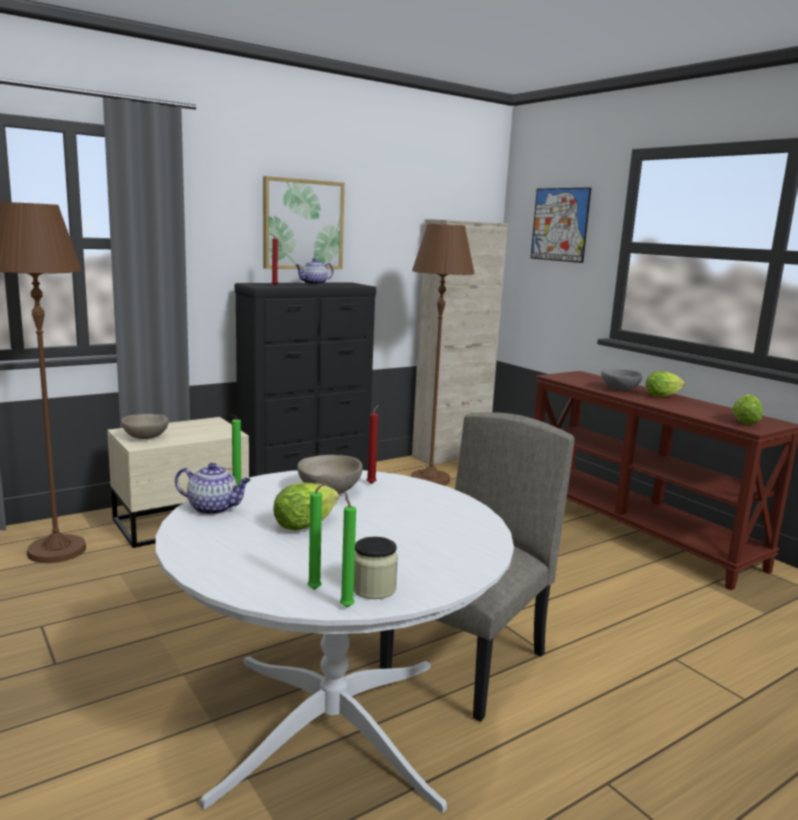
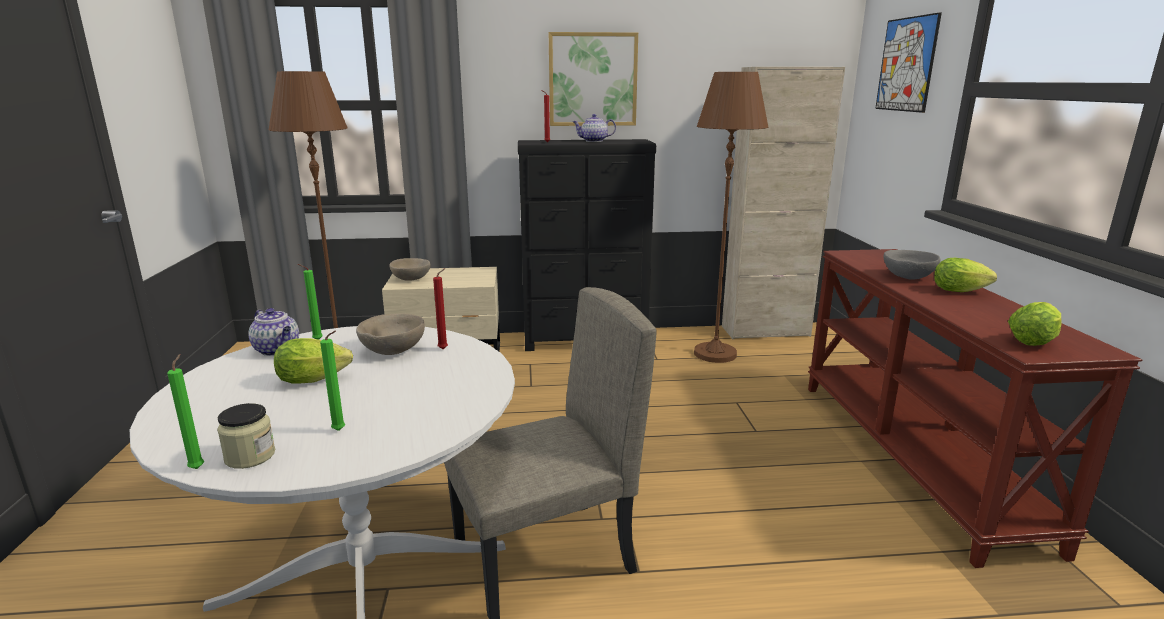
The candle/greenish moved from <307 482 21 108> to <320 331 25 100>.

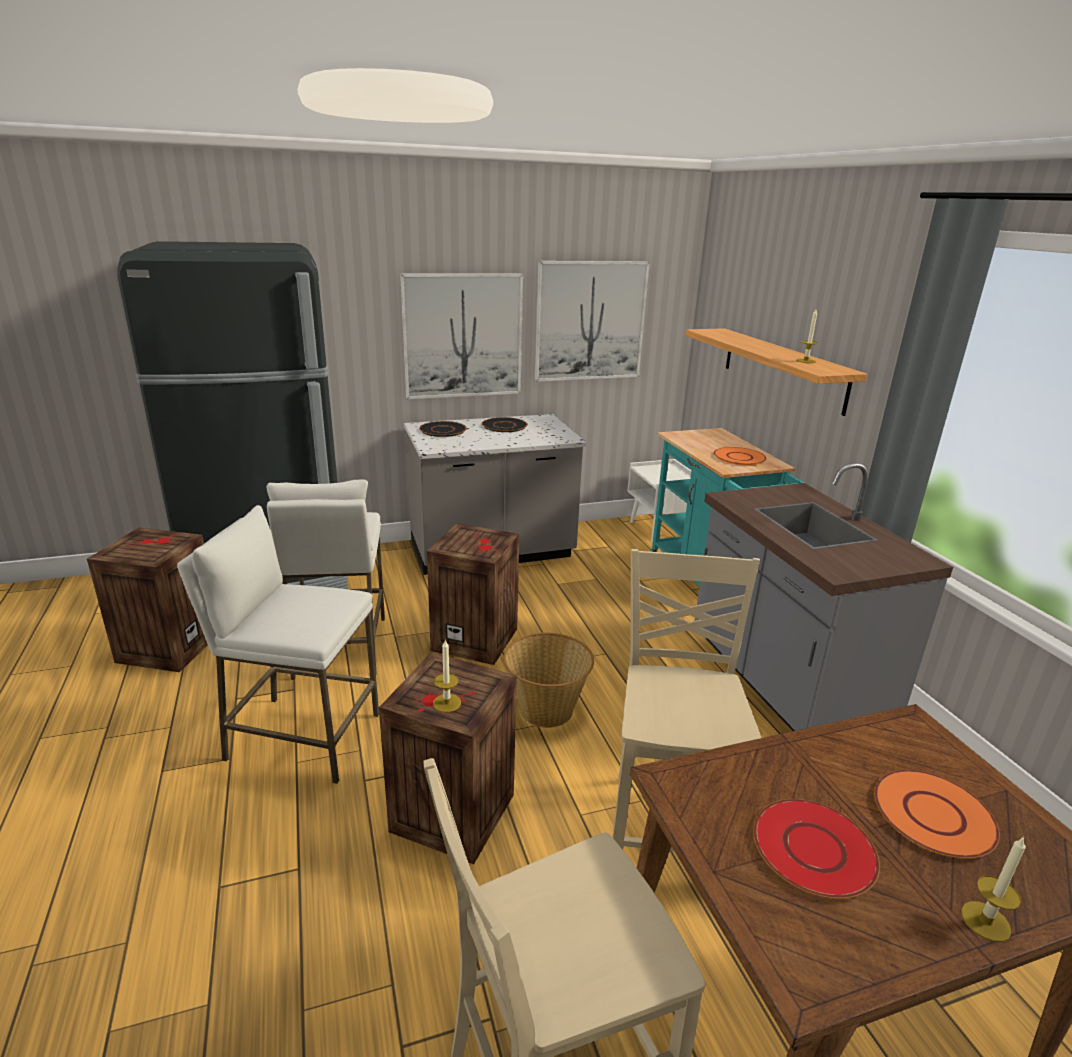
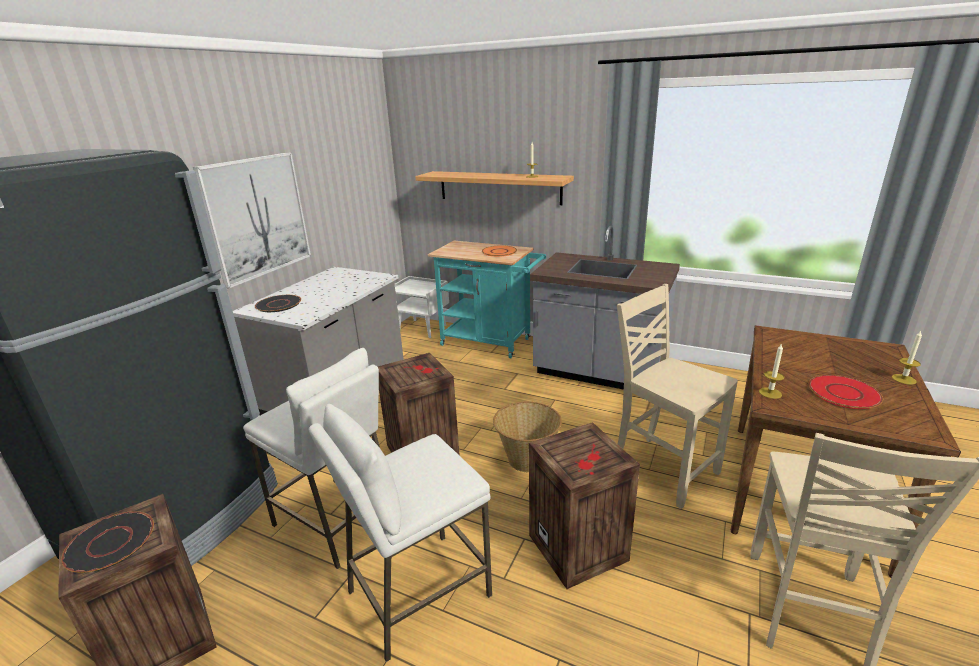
The wall picture at <535 261 115 121> disappeared.
The plate/blackish moved from <482 417 46 15> to <61 511 93 62>.
The candle moved from <433 640 28 73> to <759 343 25 56>.
The plate/orangey at <874 770 126 89> disappeared.

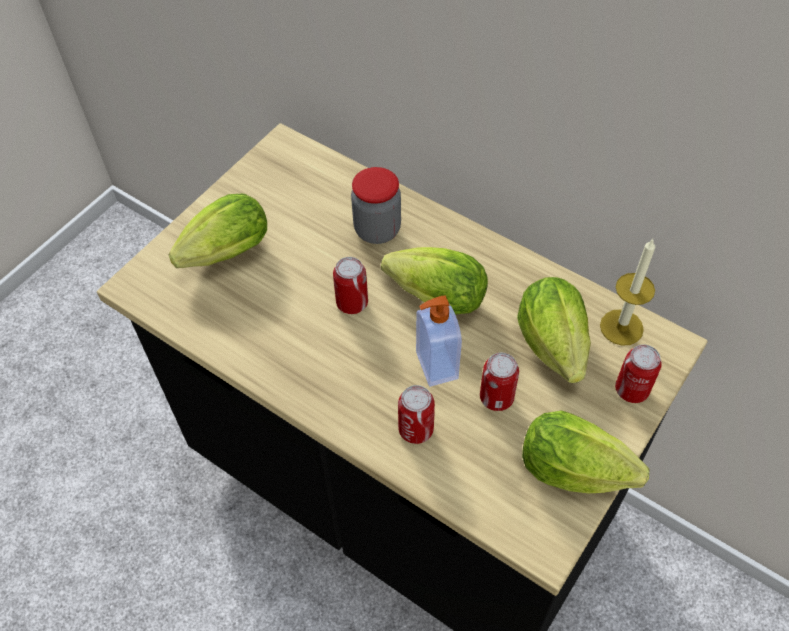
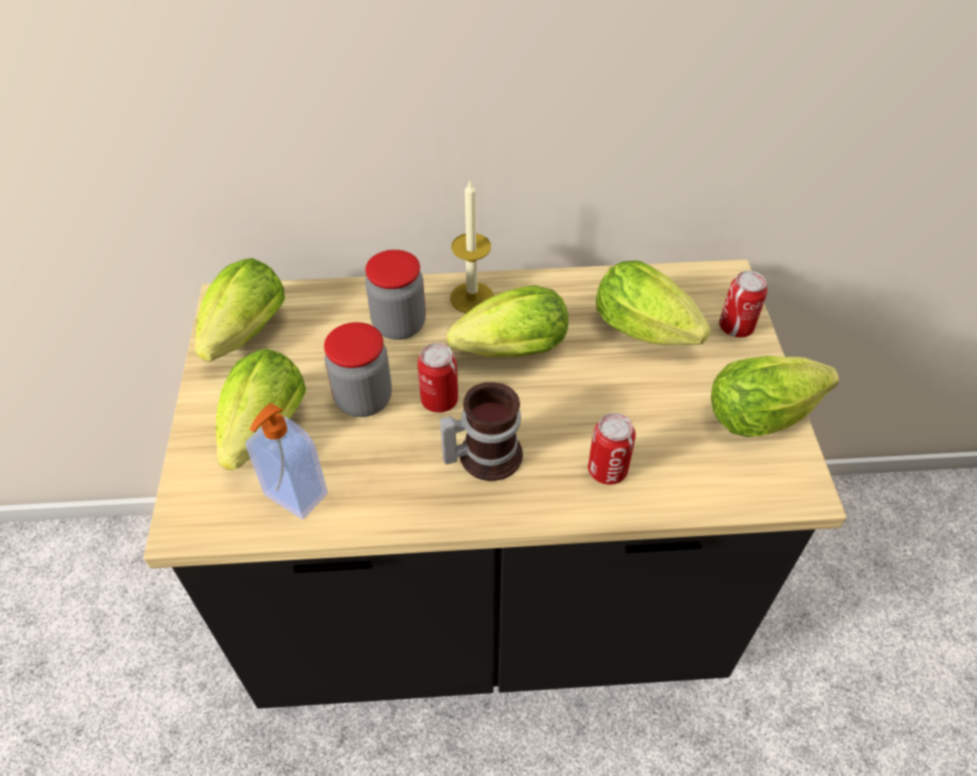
The candle moved from <600 239 55 107> to <450 179 44 134>.
The liquid soap bottle moved from <416 295 46 92> to <246 403 82 116>.
The can at <480 353 39 58> disappeared.
The lettuce head at <195 258 90 104> appeared.
The jar at <324 322 68 95> appeared.
The mug at <440 382 83 99> appeared.

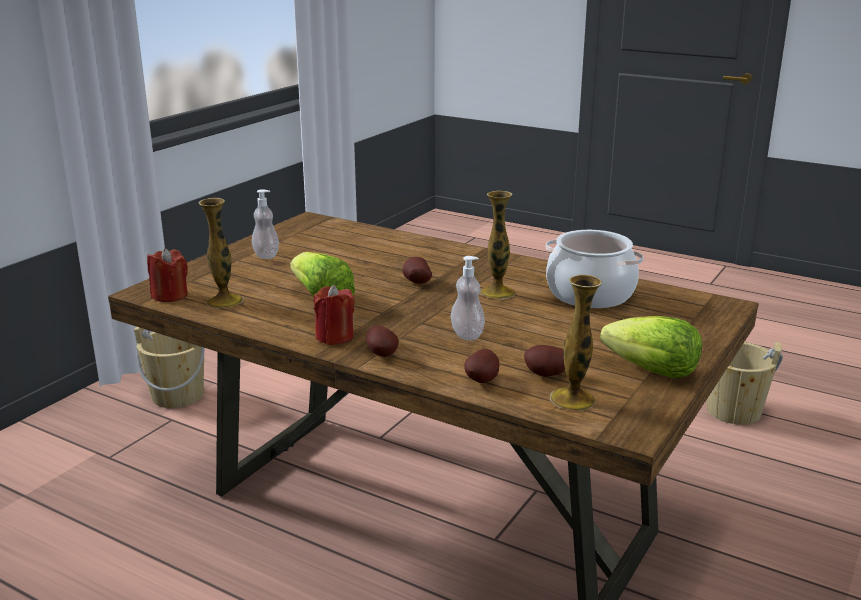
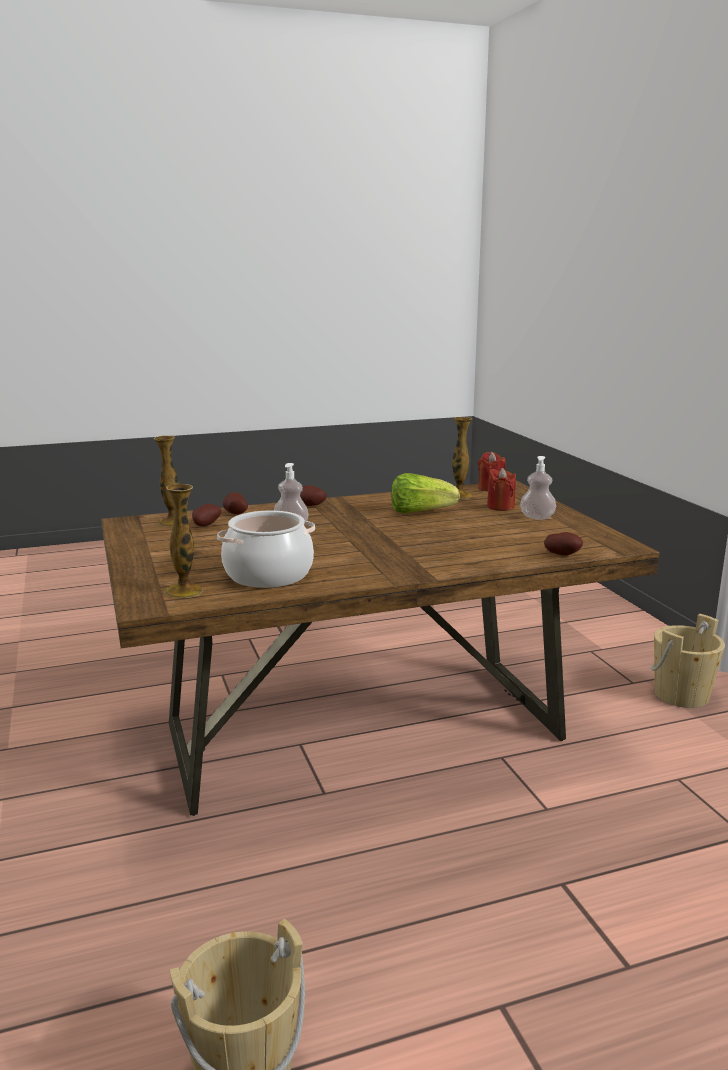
The decorative vase moved from <480 191 36 108> to <164 484 39 114>.
The spud moved from <402 257 30 27> to <544 532 39 24>.
The candle/red-coloured moved from <314 285 41 60> to <487 468 29 43>.
The lettuce head at <600 316 102 62> disappeared.

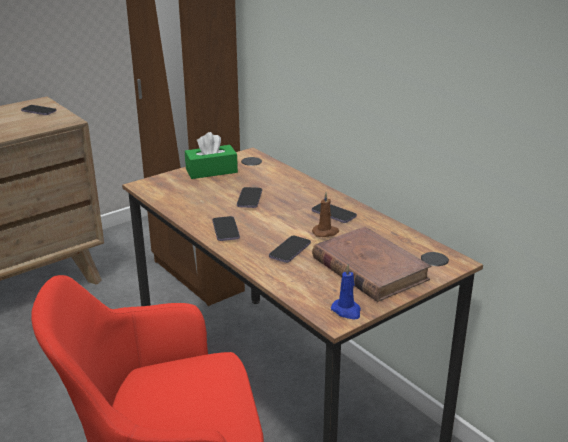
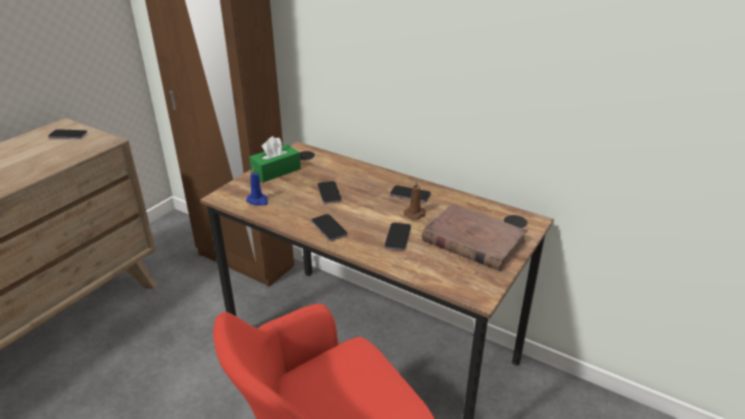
The candle/blue-coloured moved from <331 264 30 56> to <246 167 22 39>.

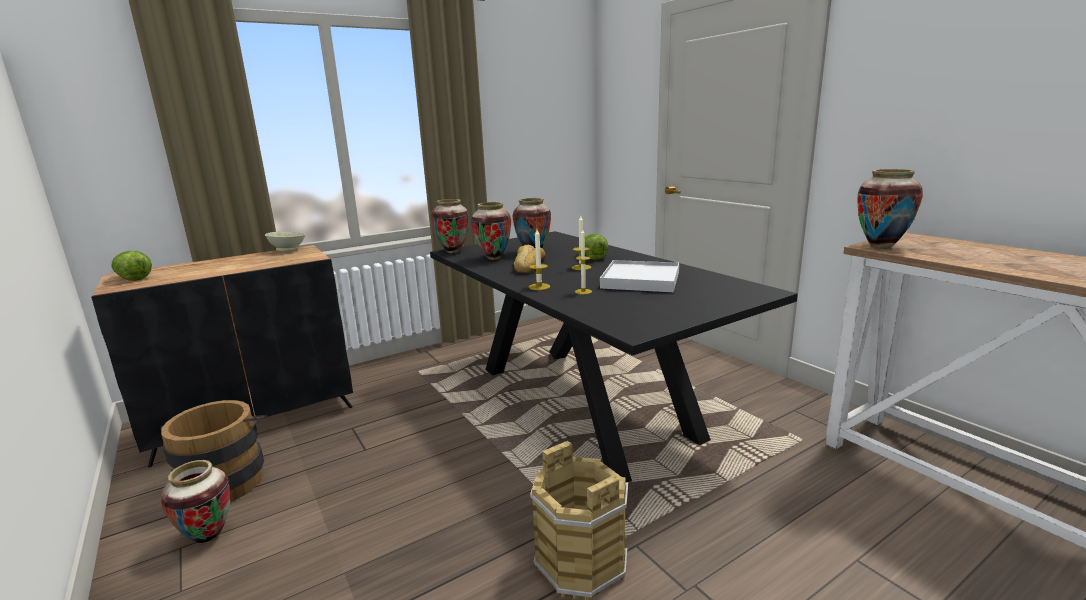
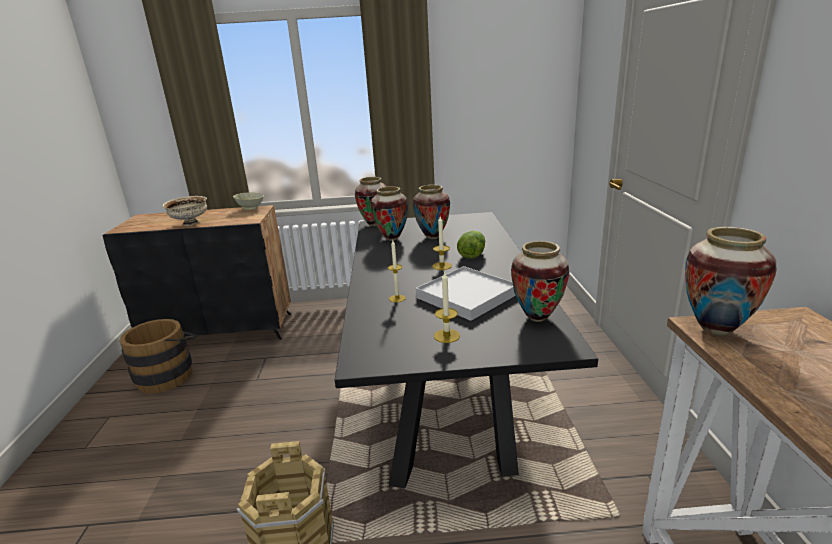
The candle moved from <529 229 21 61> to <434 271 26 72>.
The bakery bread at <514 245 32 28> disappeared.
The lettuce head at <111 251 41 30> disappeared.
The decorative vase moved from <161 460 69 84> to <511 241 58 81>.
The deep dish/beige at <163 196 44 30> appeared.

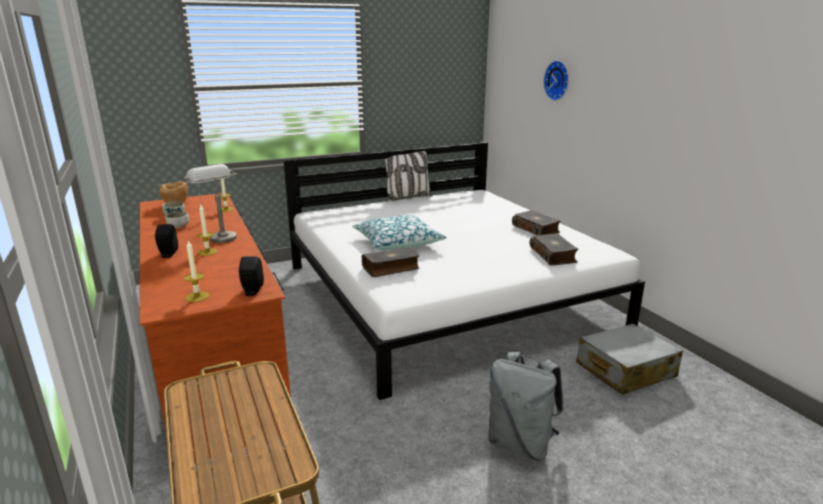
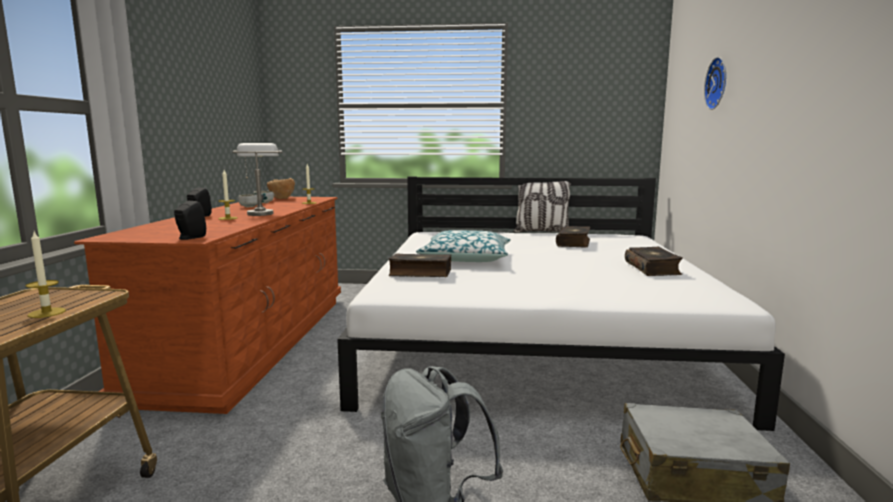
The bound book moved from <530 233 48 33> to <556 226 34 21>.
The candle moved from <184 241 25 61> to <26 232 40 86>.

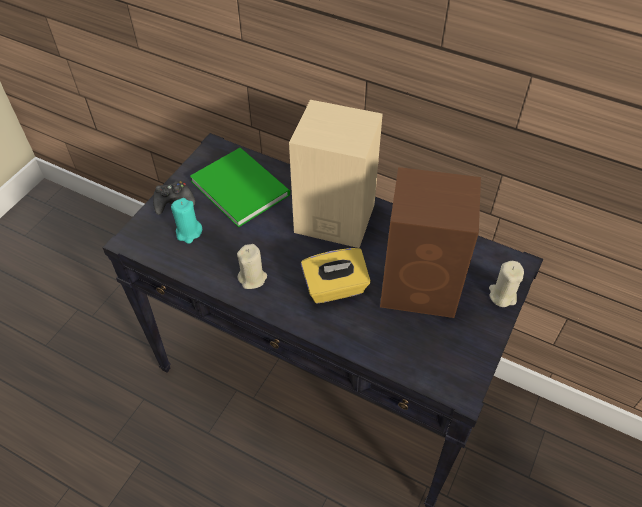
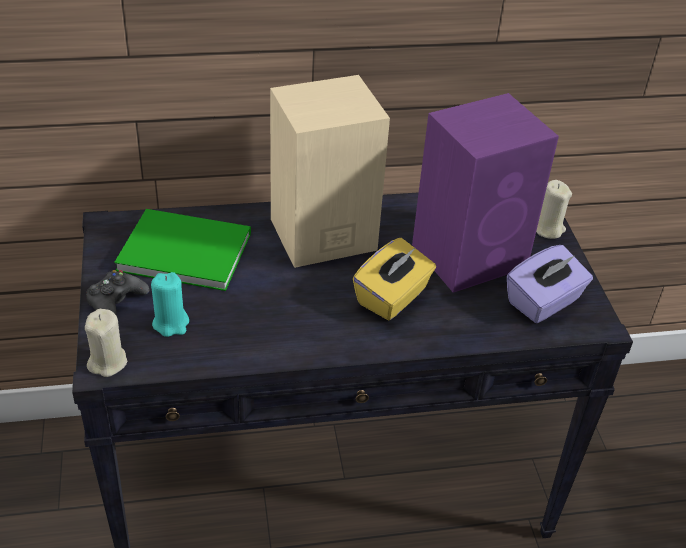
The audio speaker/brown-coloured at <380 167 101 151> became the audio speaker/purple at <412 93 147 200>.
The candle/beige moved from <237 244 30 45> to <85 309 42 68>.
The tissue holder/purple at <507 245 86 78> appeared.

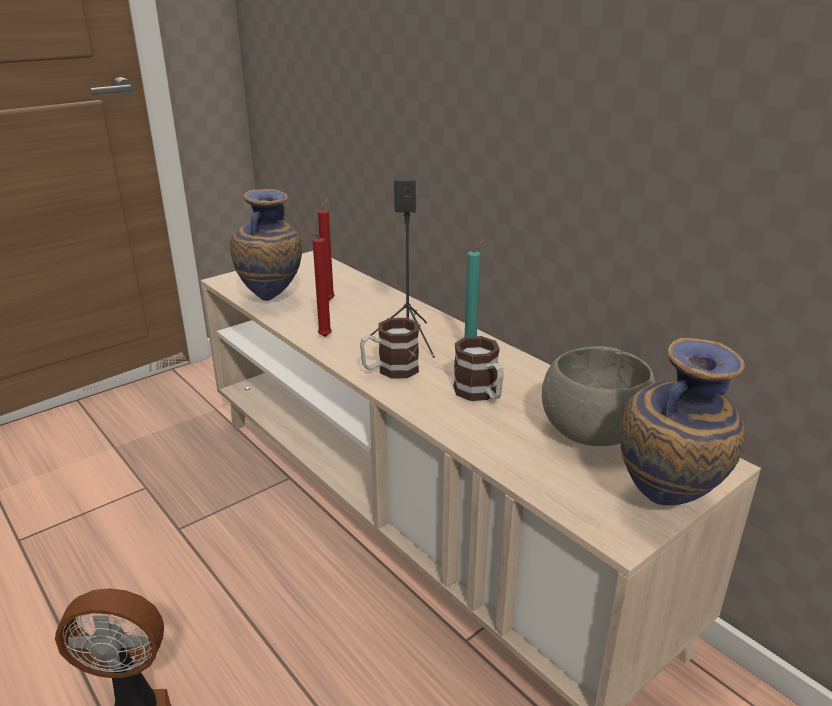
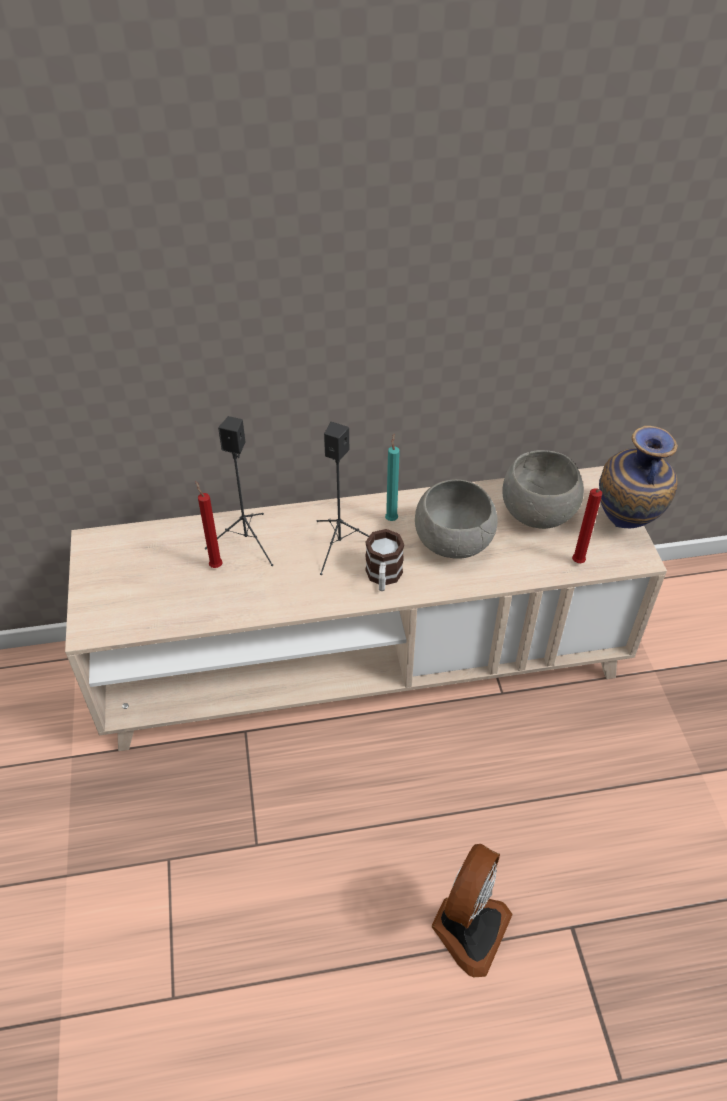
The decorative vase at <230 189 72 112> disappeared.
The candle/red-coloured moved from <305 229 27 108> to <572 488 30 75>.
The mug at <453 336 51 65> was replaced by the deep dish/gray at <415 479 83 80>.
The audio speaker/blackish at <205 416 68 150> appeared.

